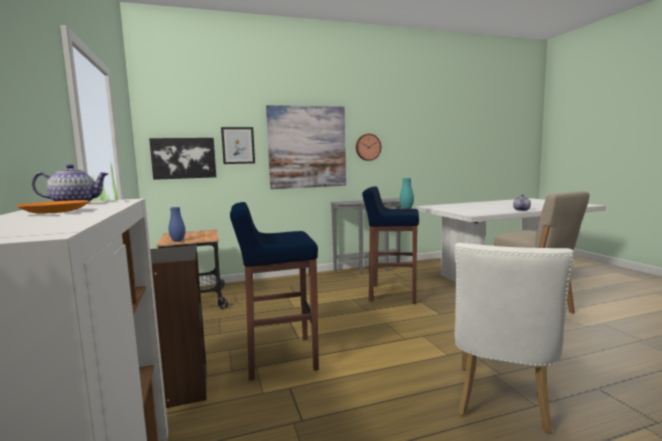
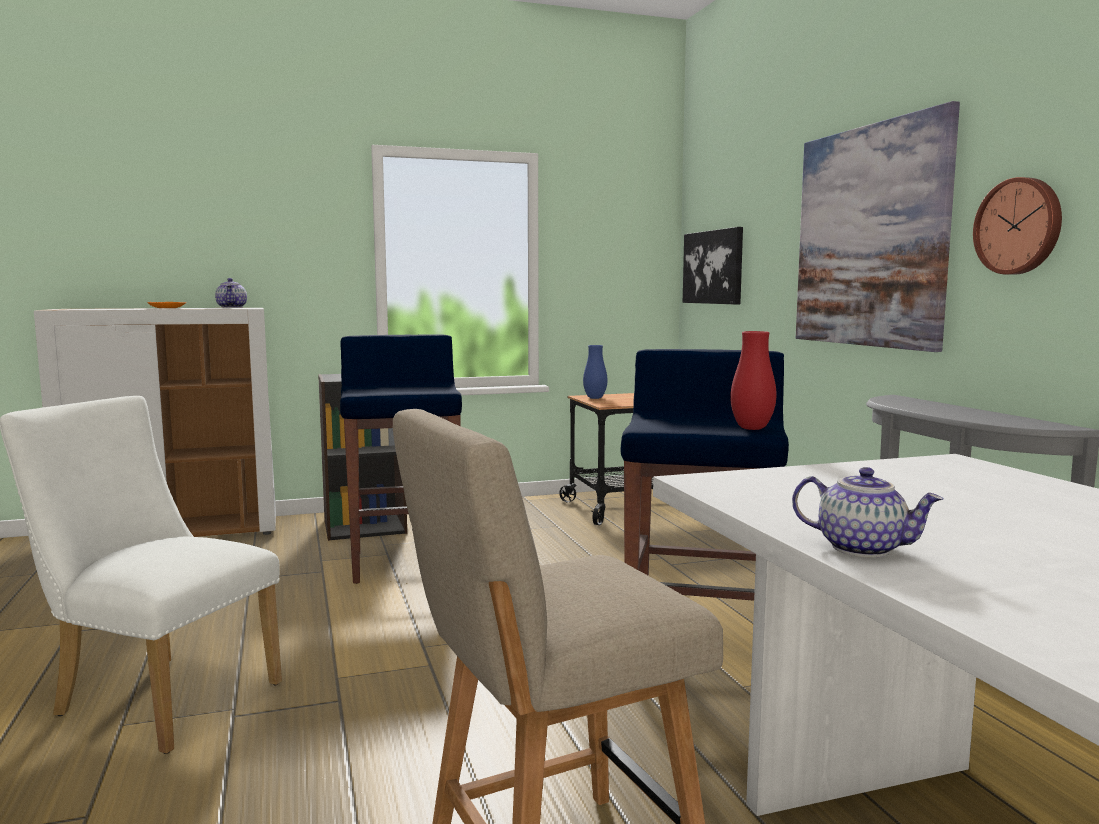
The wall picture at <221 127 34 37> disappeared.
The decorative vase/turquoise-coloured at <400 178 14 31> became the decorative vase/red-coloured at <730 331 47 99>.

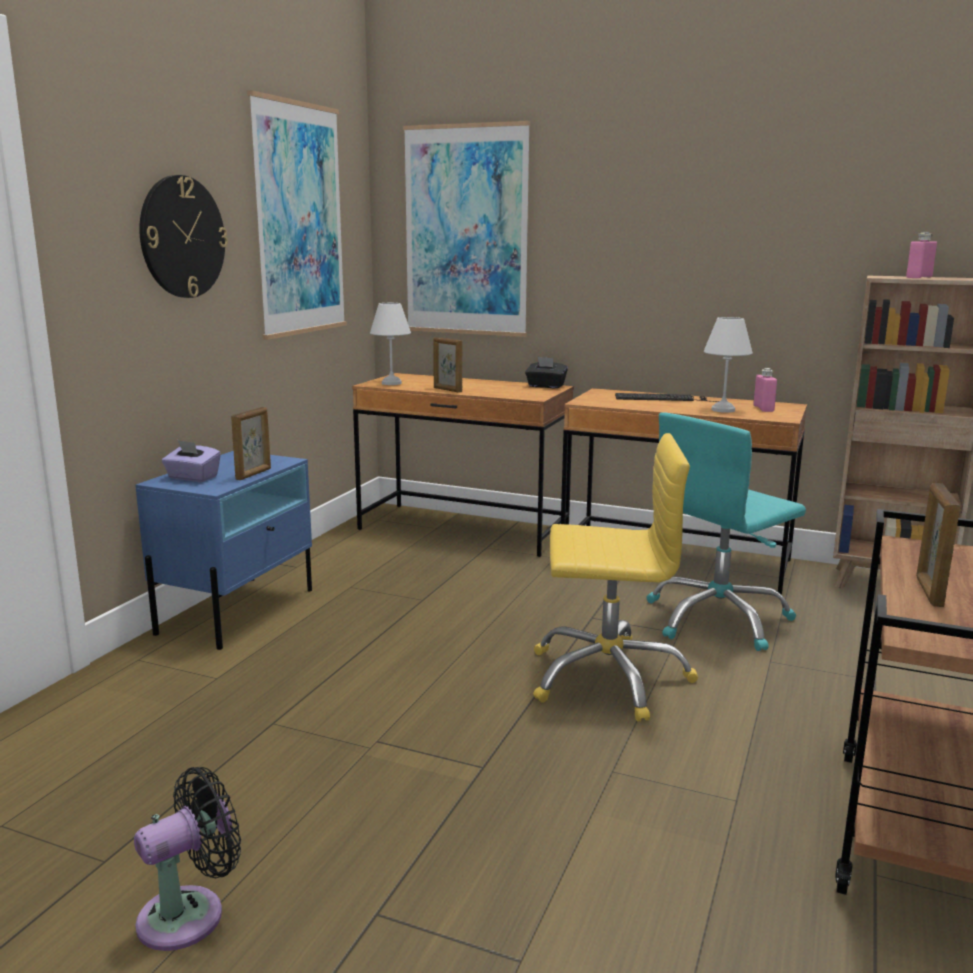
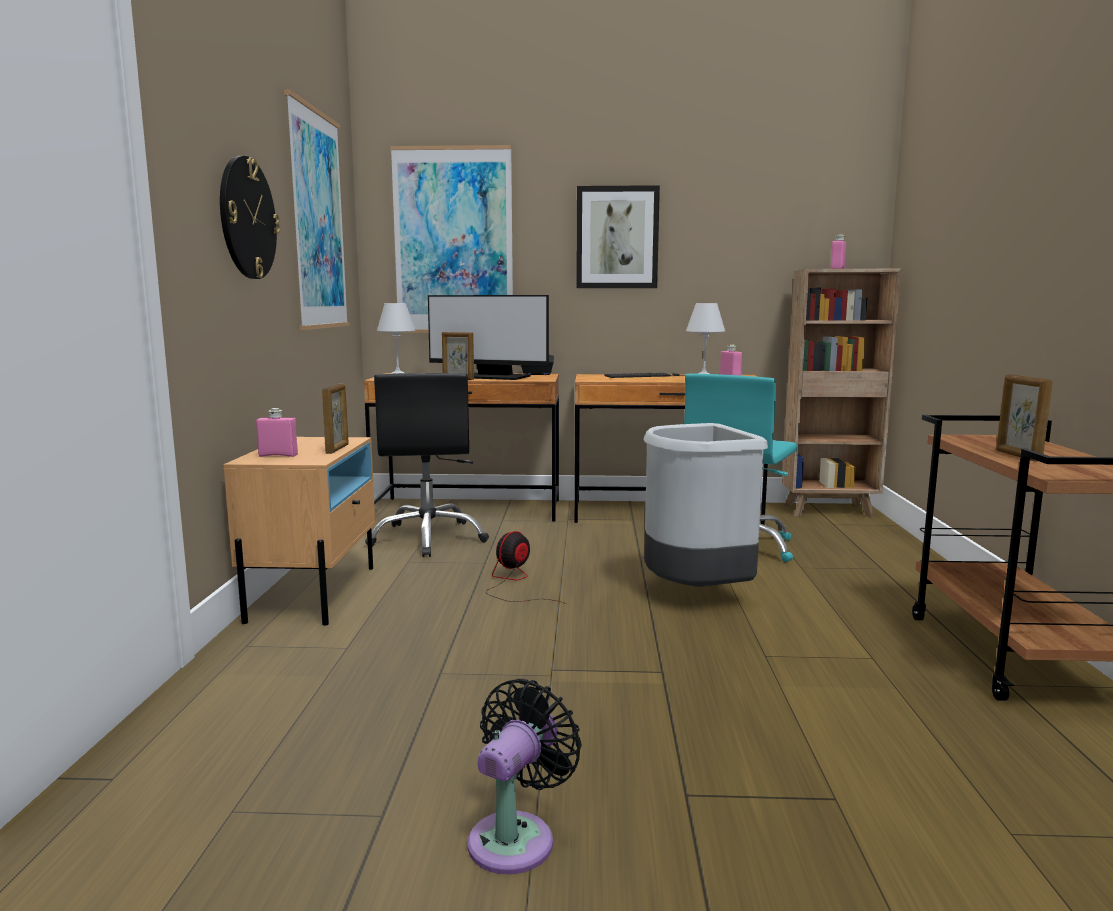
The office chair/yellow at <533 433 165 289> was replaced by the trash can/gray at <643 423 125 164>.
The tissue holder/purple at <162 440 59 42> was replaced by the drink bottle/pink-coloured at <256 408 42 49>.
The night table/blue-coloured at <135 451 177 199> became the night table/beige at <223 437 152 189>.
The wall picture at <576 185 84 103> appeared.
The computer display at <428 295 121 85> appeared.
The office chair/blackish at <365 373 124 184> appeared.
The electric fan at <486 531 81 73> appeared.

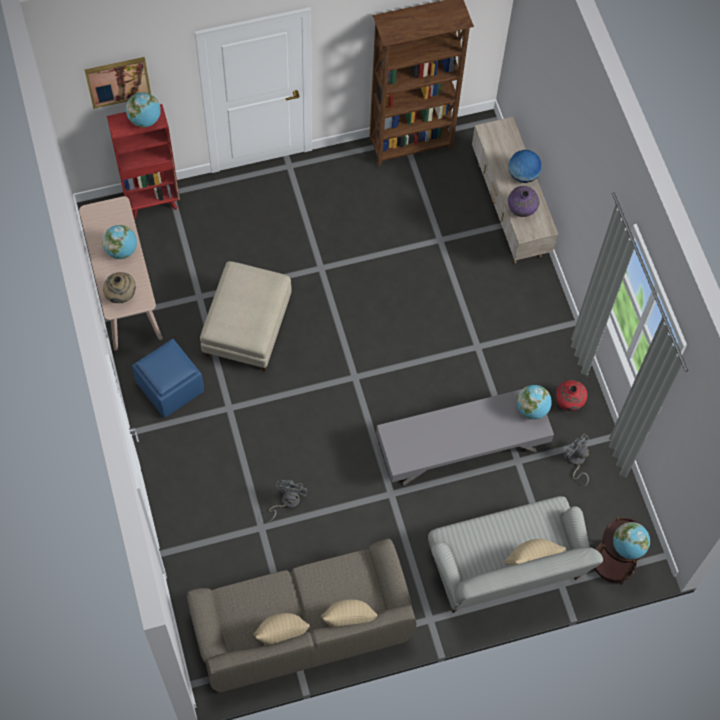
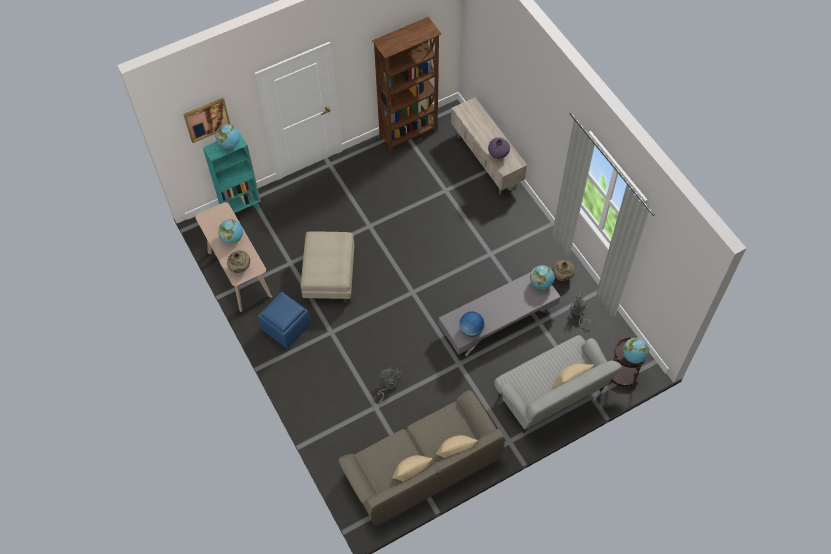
The bookcase/red-coloured at <107 104 73 115> became the bookcase/turquoise-coloured at <203 133 58 80>.
The globe moved from <509 150 33 33> to <459 311 26 26>.
The decorative vase/red-coloured at <555 380 33 31> became the decorative vase/beige at <553 260 22 21>.

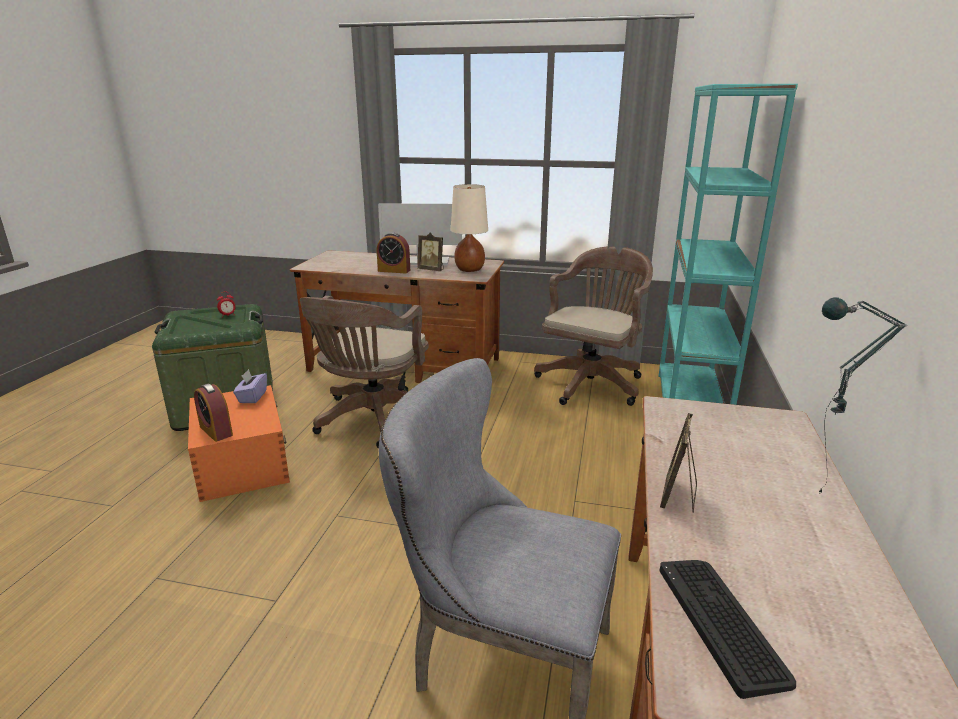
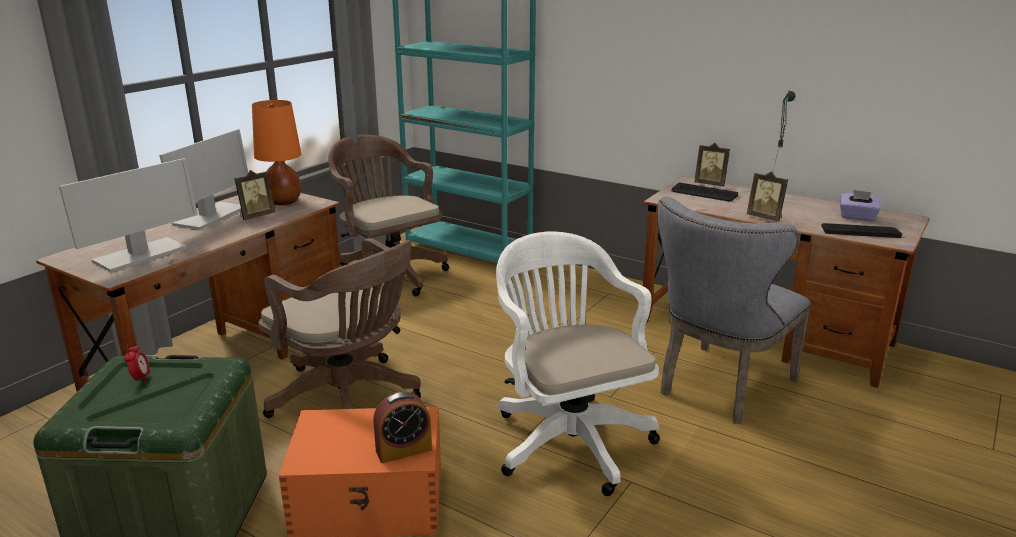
The lamp for a table/beige at <451 184 37 88> became the lamp for a table/orangey at <252 100 49 105>.
The alarm clock at <377 233 33 40> disappeared.
The tissue holder/purple moved from <233 369 34 34> to <840 190 41 31>.
The photo frame at <694 143 36 44> appeared.
The computer display at <59 158 139 114> appeared.
The PC keyboard at <671 183 67 18> appeared.
The office chair/whitish at <496 232 164 264> appeared.

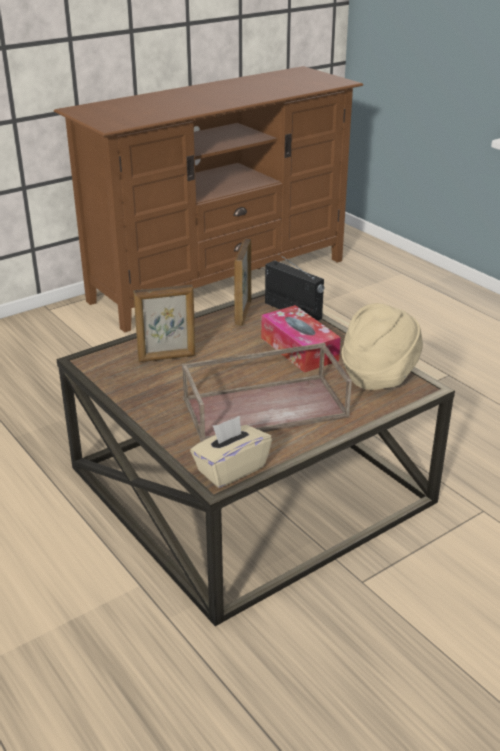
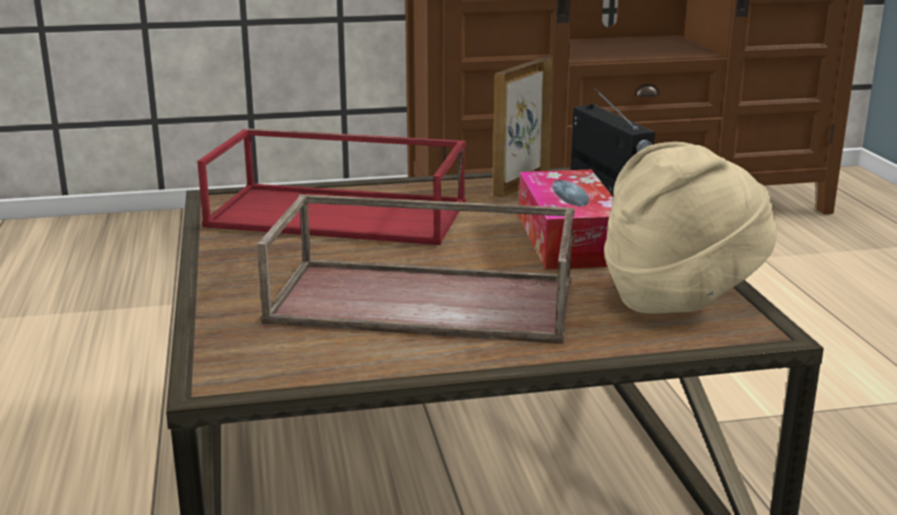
The photo frame at <133 284 62 78> was replaced by the carrying tray/red-coloured at <197 128 269 117>.
The tissue holder/beige at <190 416 82 72> disappeared.

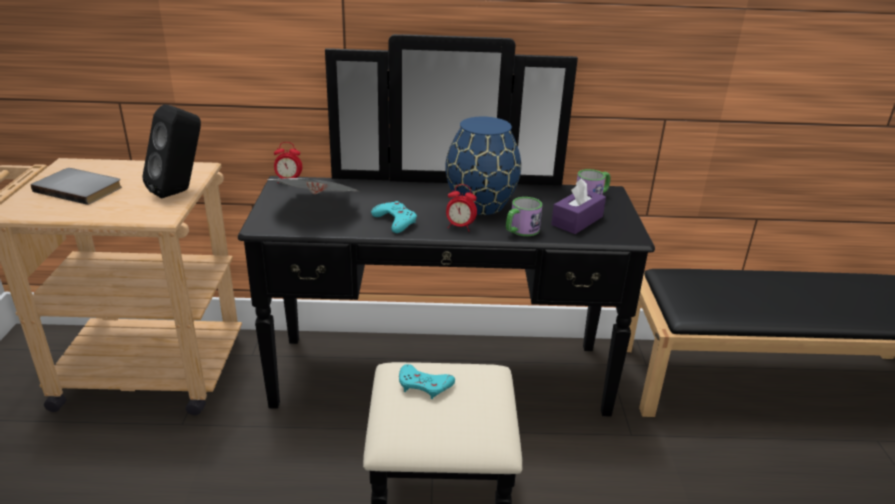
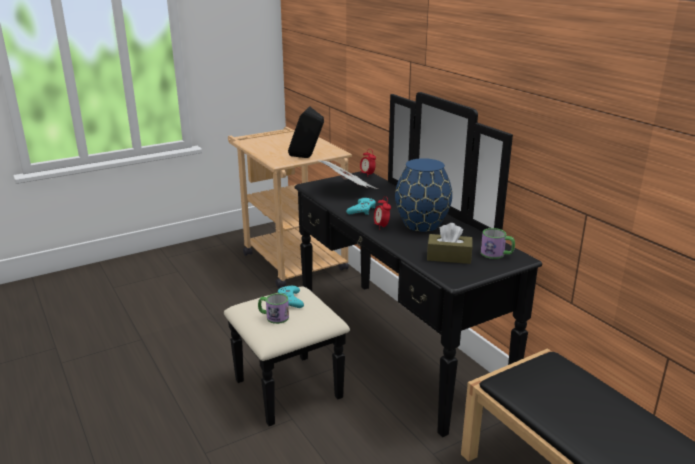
The bound book/gray at <31 168 91 37> disappeared.
The tissue holder/purple at <551 178 55 56> became the tissue holder/brown-coloured at <427 223 45 41>.
The mug moved from <506 197 36 39> to <258 293 31 31>.

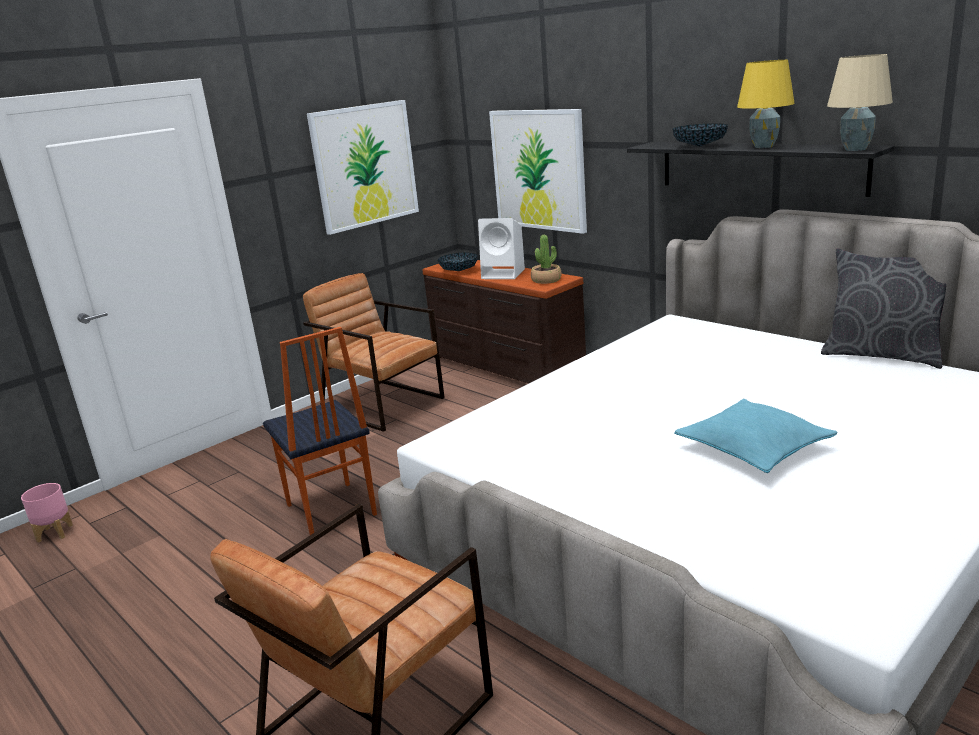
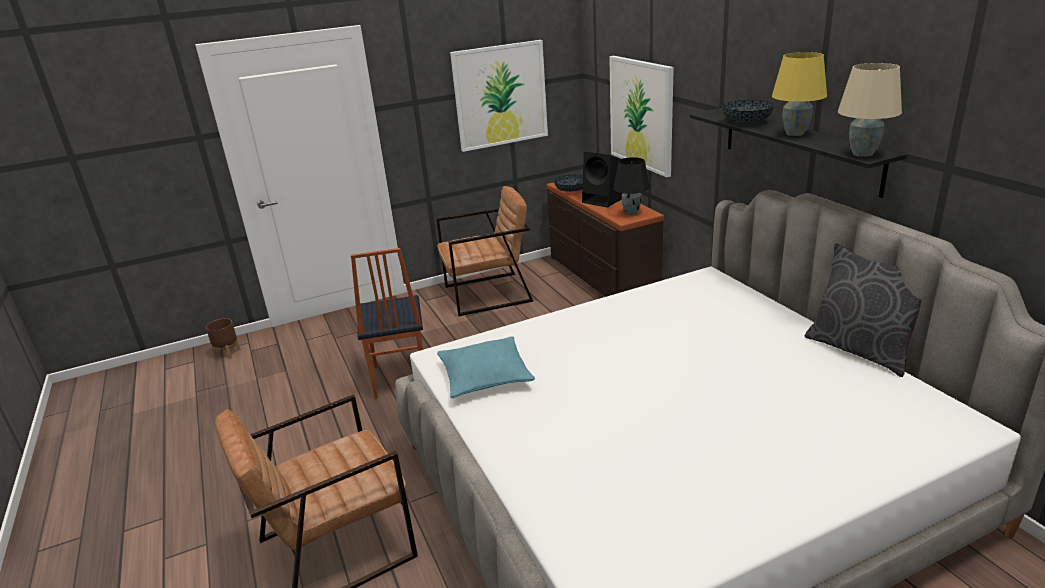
The audio speaker/whitish at <478 218 47 61> became the audio speaker/blackish at <582 152 41 56>.
The houseplant at <531 235 31 49> was replaced by the lamp for a table/blackish at <613 157 37 58>.
The easy chair/brown-coloured at <303 273 142 159> turned 105 degrees clockwise.
The throw pillow/turquoise-coloured moved from <674 399 163 74> to <437 336 98 62>.
The flower pot/pink-coloured at <21 483 52 60> became the flower pot/brown-coloured at <206 318 35 41>.

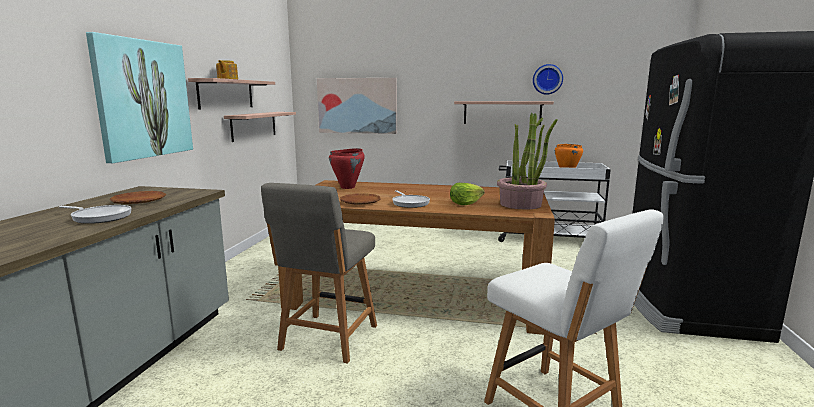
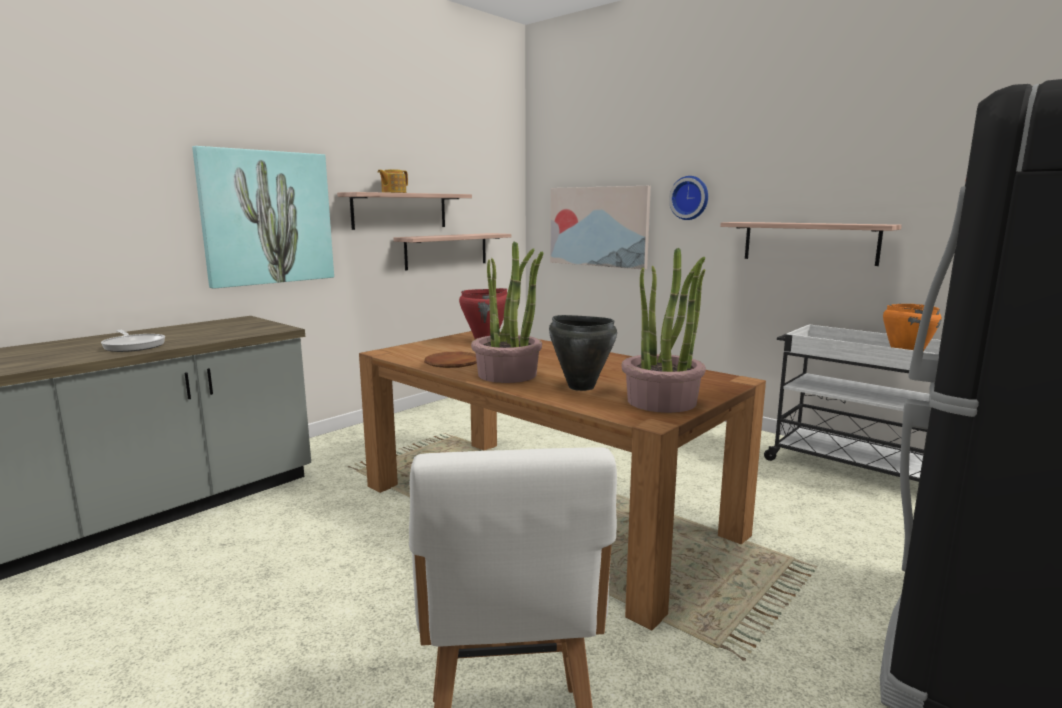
The clock on the wall moved from <533 64 30 31> to <669 176 39 44>.
The upright chair/gray at <261 183 116 180> disappeared.
The lettuce head at <450 183 35 22> was replaced by the stockpot/blackish at <549 315 68 76>.
The frying pan at <392 190 38 18> was replaced by the houseplant at <471 242 72 141>.
The plate/brown-coloured at <110 191 56 13> disappeared.

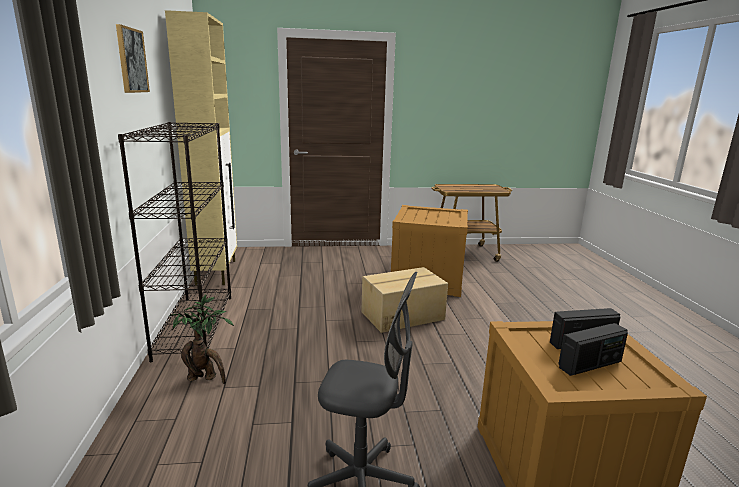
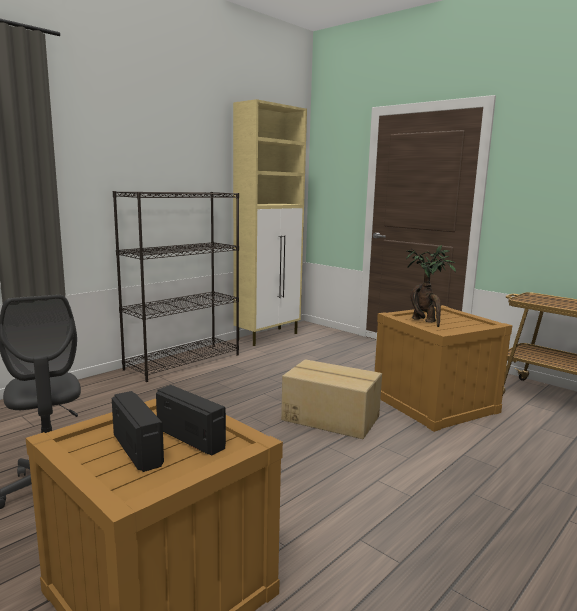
The wall picture at <116 24 34 69> disappeared.
The houseplant moved from <169 295 65 89> to <406 245 50 82>.
The radio at <559 323 69 53> turned 150 degrees counterclockwise.

